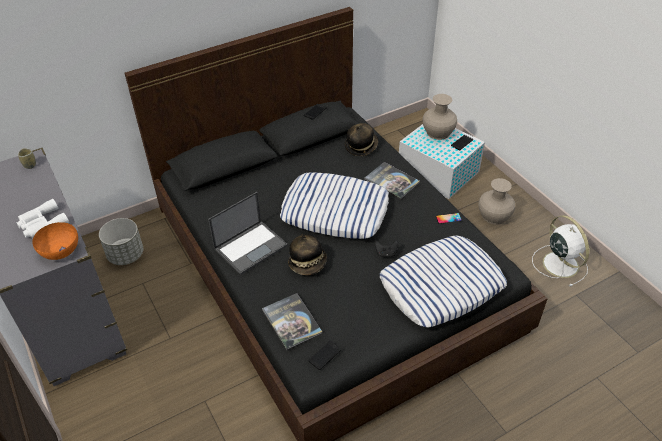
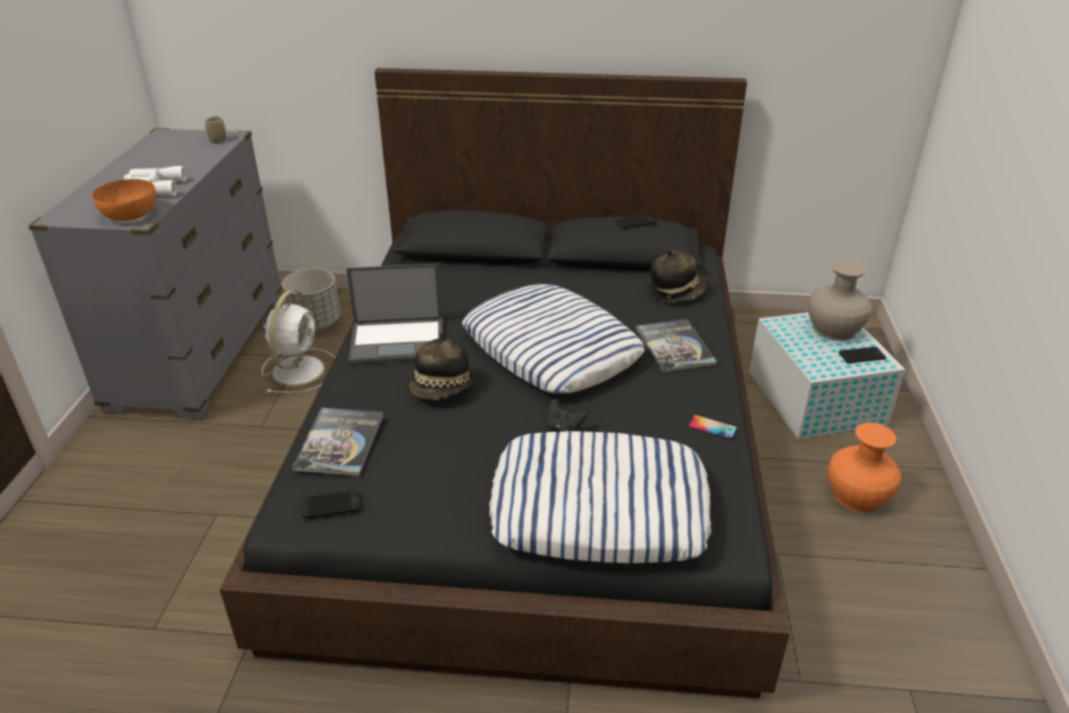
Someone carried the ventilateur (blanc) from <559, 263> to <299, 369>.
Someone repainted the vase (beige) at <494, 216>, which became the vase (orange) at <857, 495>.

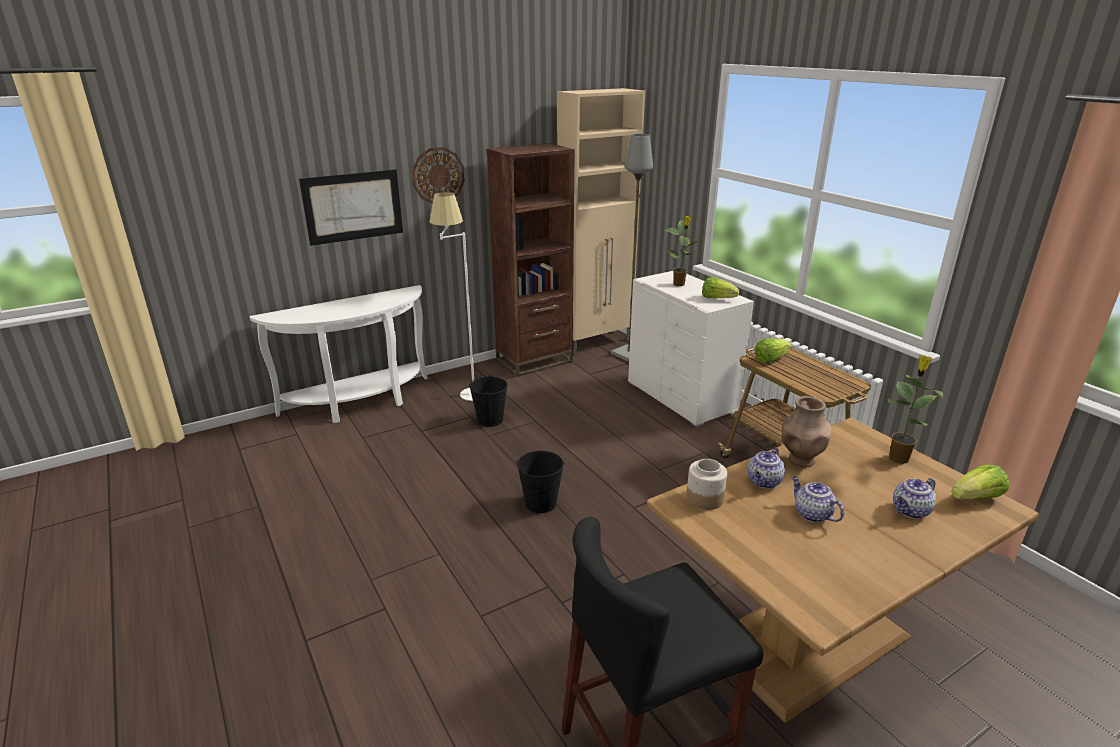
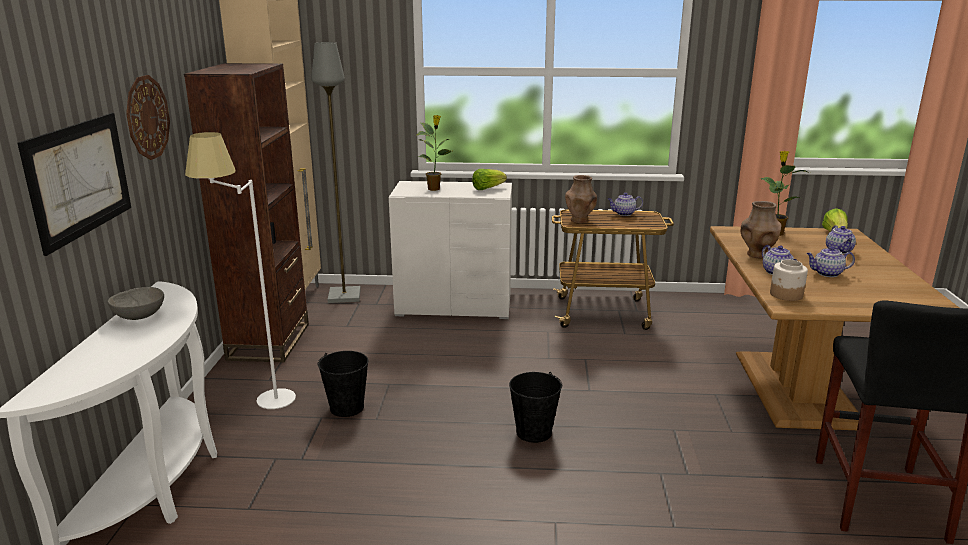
Someone put down the bol (gris) at <139, 317>.
Someone put down the théière at <623, 214>.
Someone swapped the laitue at <770, 359> for the vase (marron) at <579, 220>.

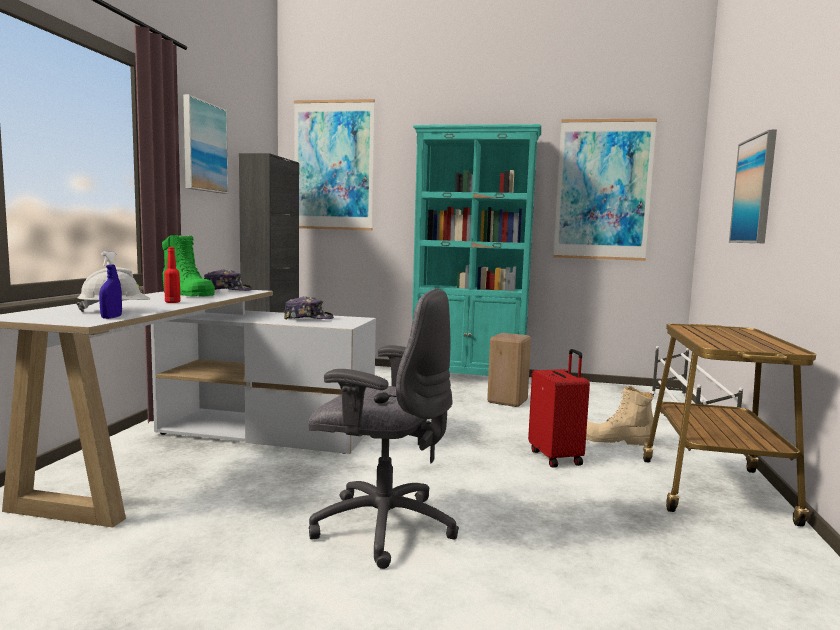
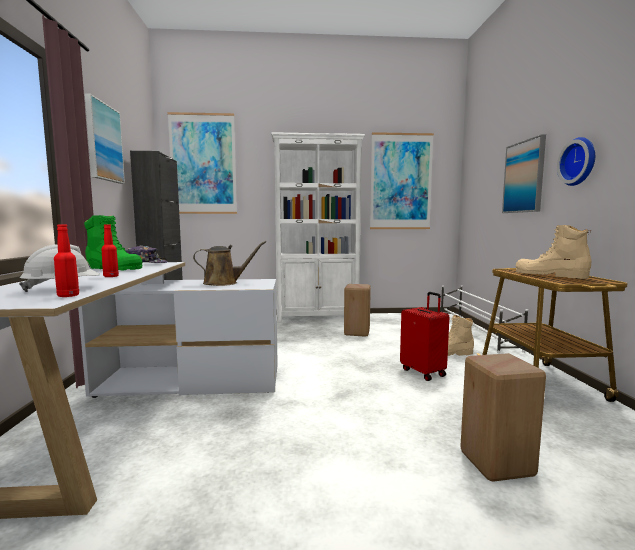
Someone took away the chaise de bureau (gris) at <382, 526>.
Someone put down the tabouret (beige) at <499, 464>.
Someone put down the botte (beige) at <550, 275>.
Someone put up the horloge murale at <579, 161>.
Someone swapped the vaporisateur (bleu) at <111, 317> for the bouteille (rouge) at <68, 296>.
Someone swapped the casquette at <308, 318> for the arrosoir (marron) at <224, 283>.
Someone repainted the bibliothèque (turquoise) at <469, 378>, which became the bibliothèque (blanc) at <318, 318>.

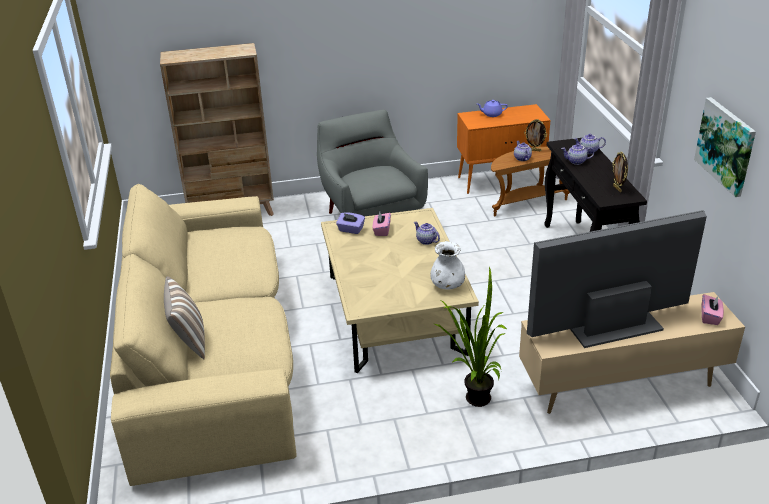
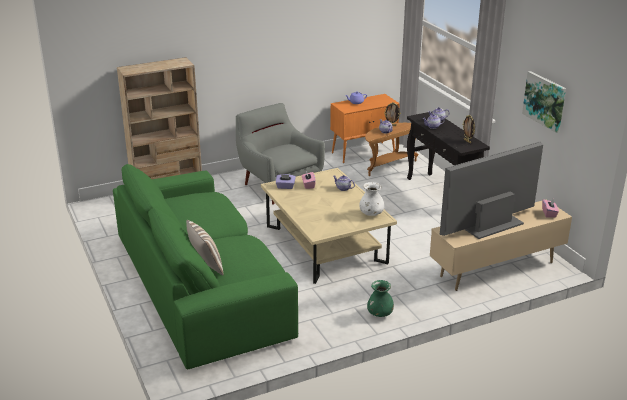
Someone took away the plante en pot at <472, 399>.
Someone put down the vase (vert) at <380, 313>.
Someone repainted the canapé (beige) at <213, 353>, which became the canapé (vert) at <202, 284>.

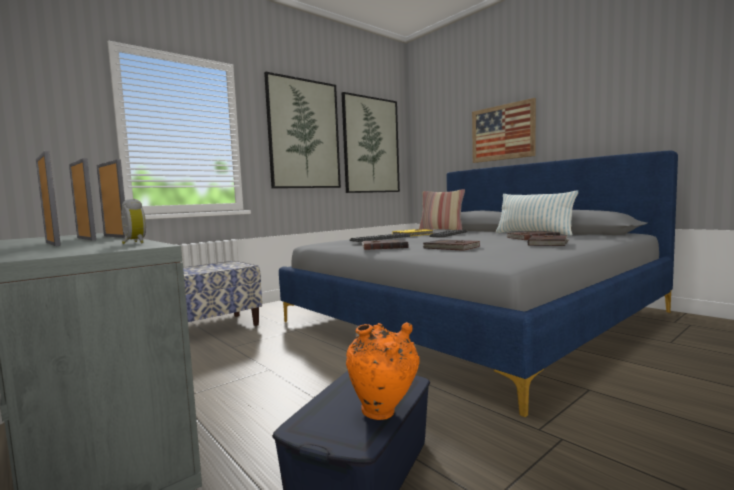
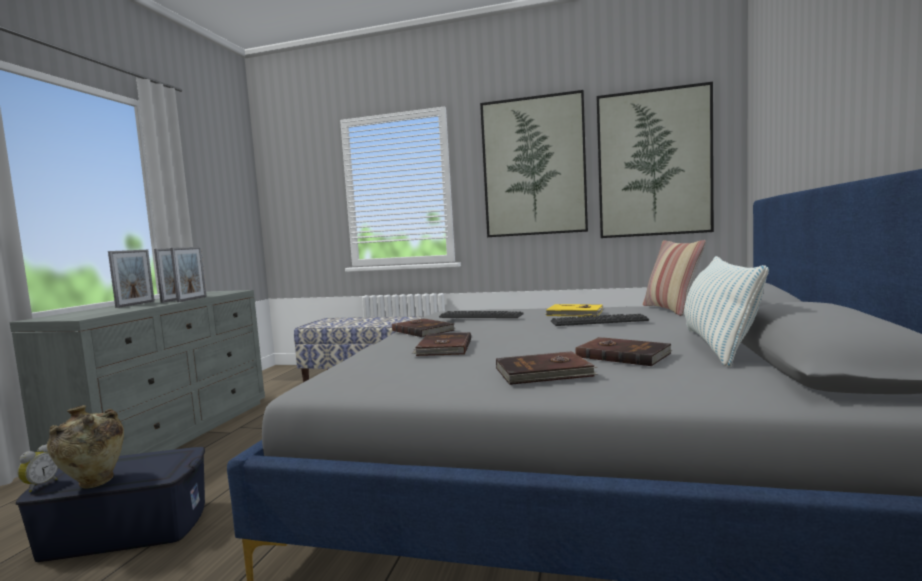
Someone took away the tableau at <502, 132>.
Someone carried the réveil from <133, 243> to <40, 486>.
Someone repainted the vase (orange) at <383, 413>, which became the vase (beige) at <94, 484>.

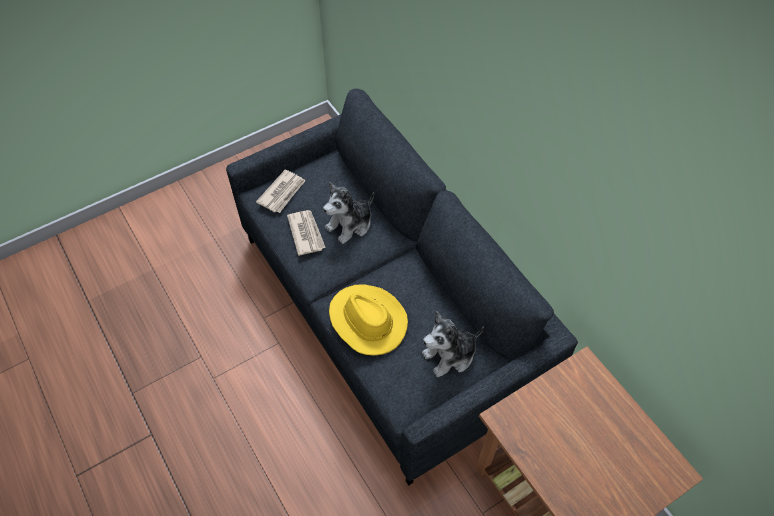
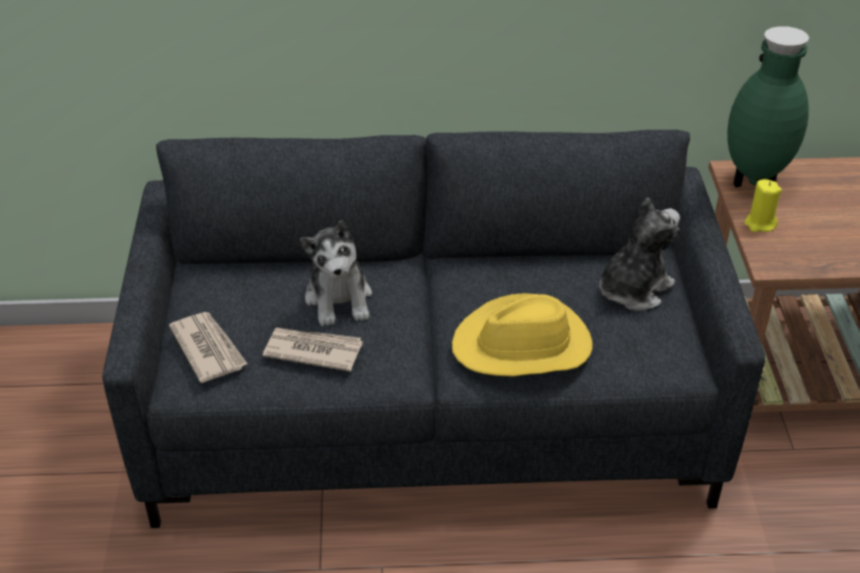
Someone put down the vase (vert) at <754, 185>.
Someone put down the bougie (jaune) at <760, 223>.
Someone rotated the peluche at <450, 355> by 135 degrees counterclockwise.

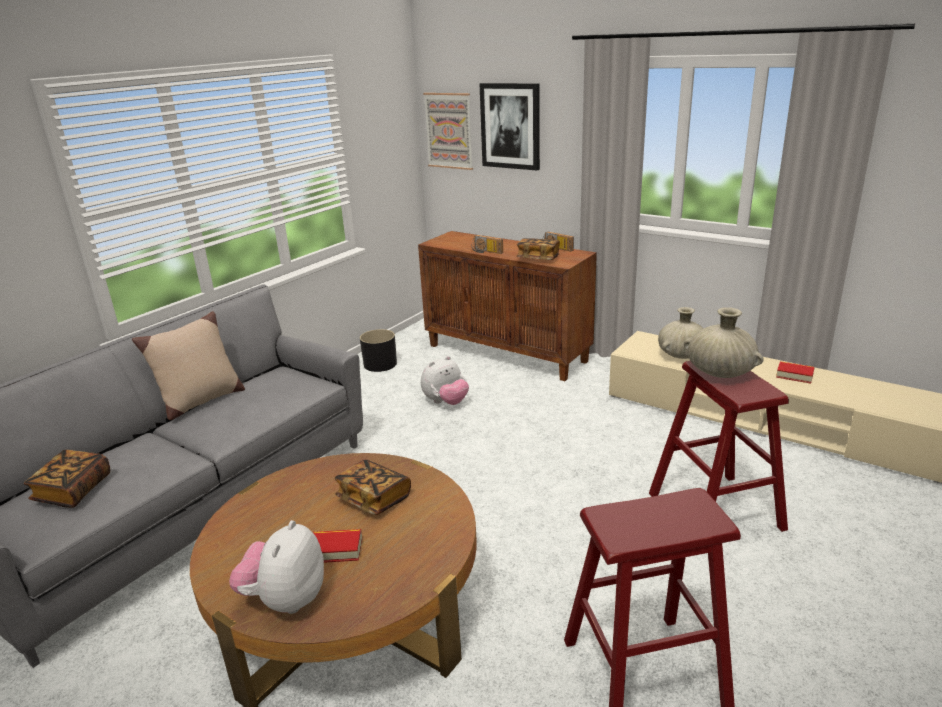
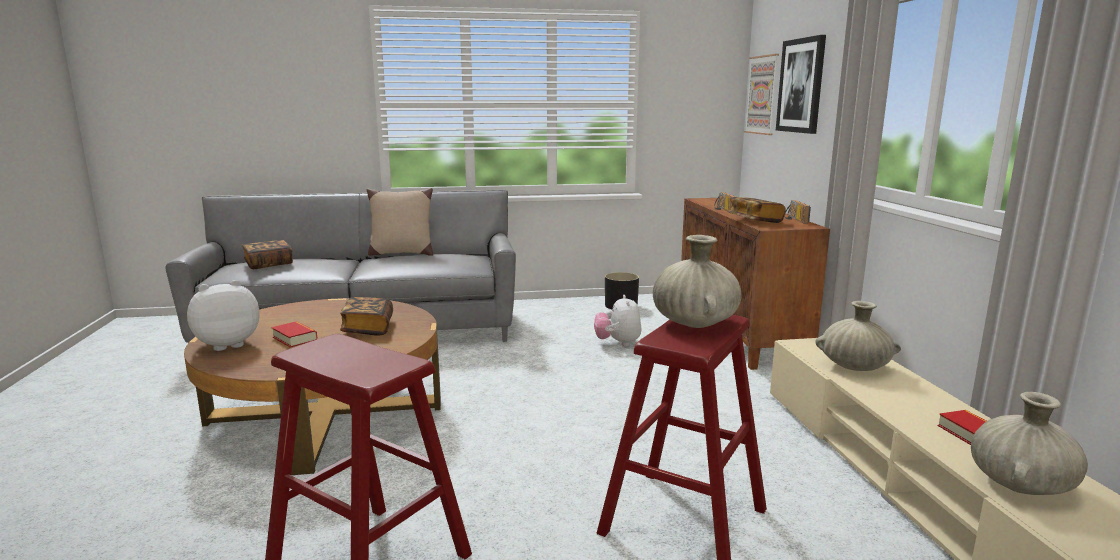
Someone put down the vase (beige) at <1020, 484>.
Someone rotated the peluche at <446, 402> by 75 degrees clockwise.

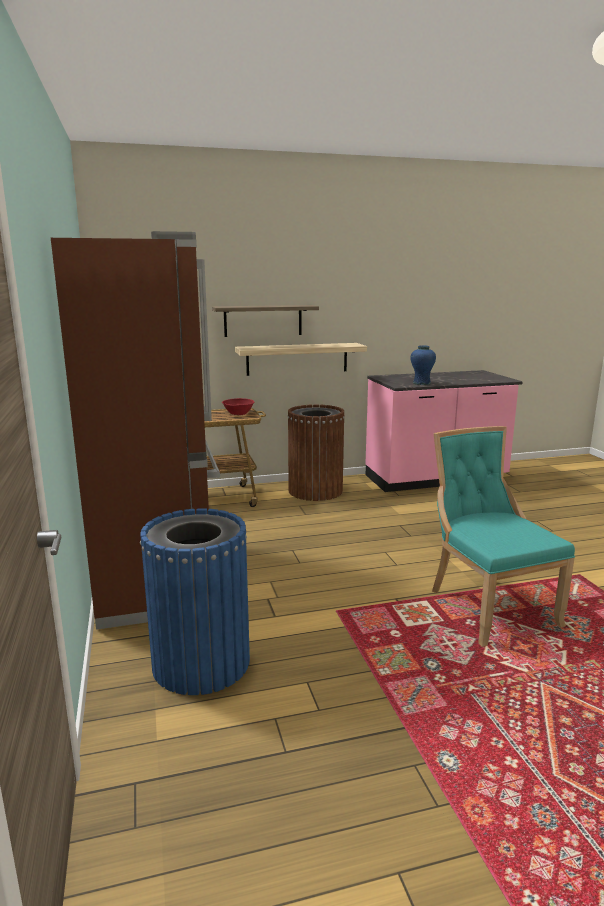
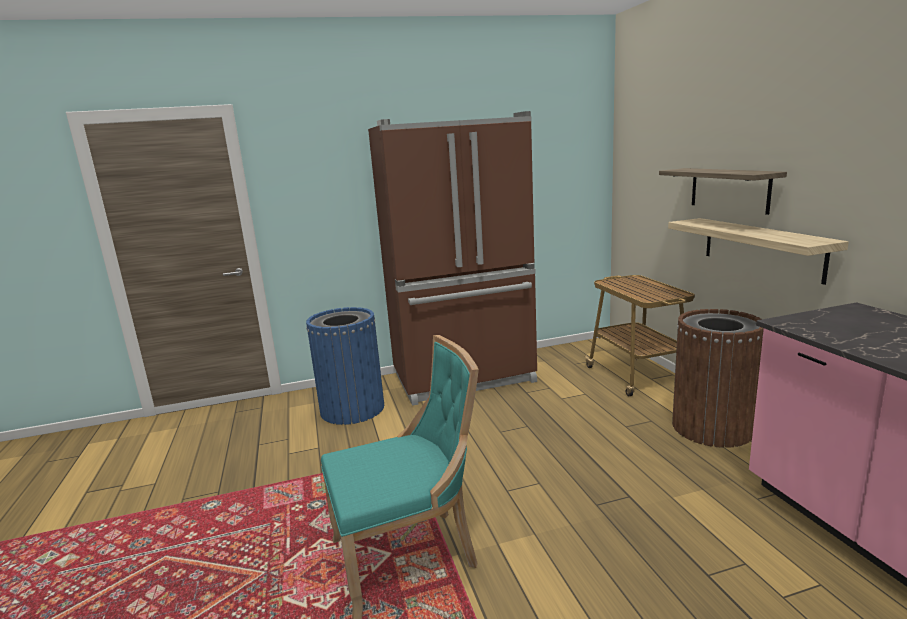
Someone took away the bol (rouge) at <238, 413>.
Someone took away the vase (bleu) at <421, 383>.

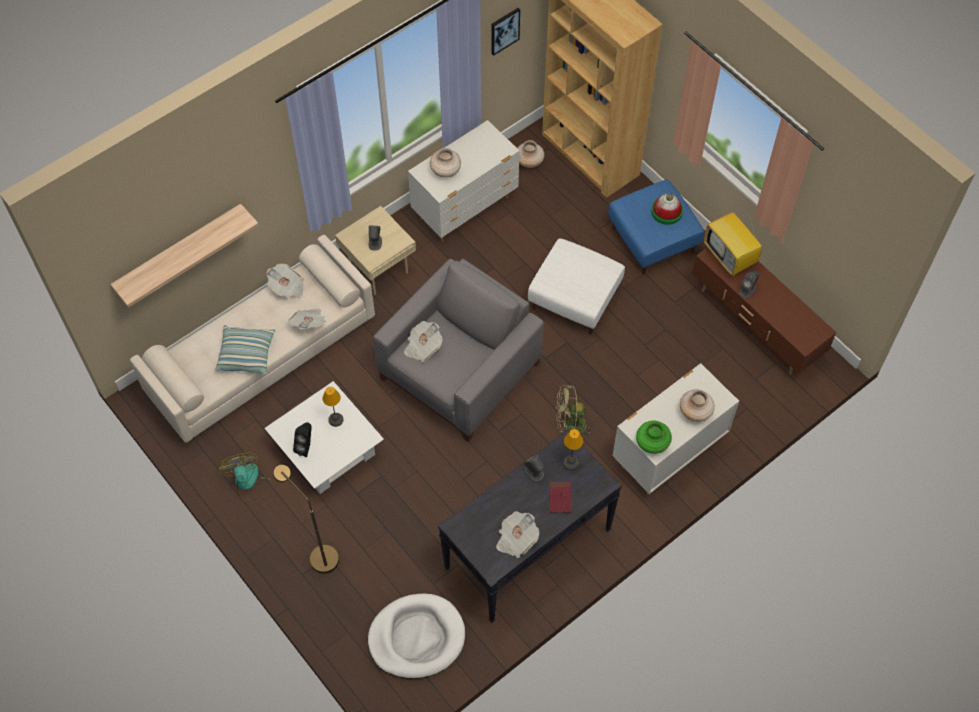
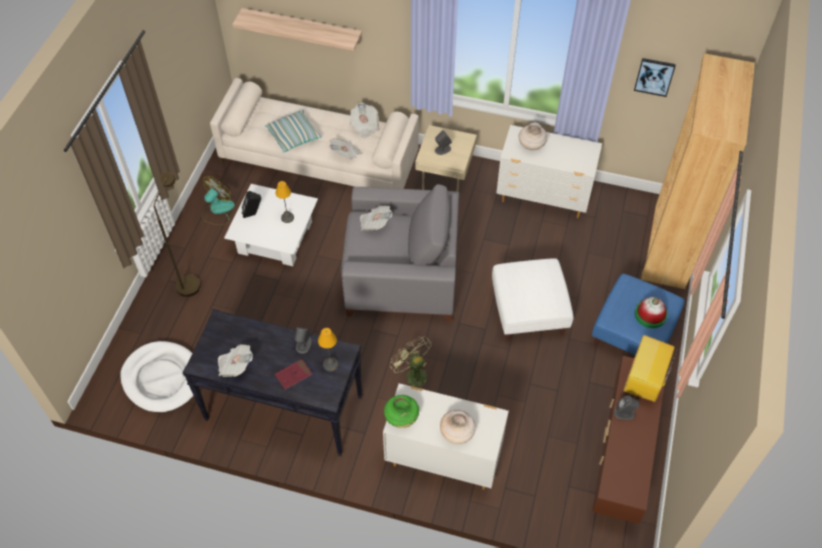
Someone took away the vase (beige) at <529, 162>.

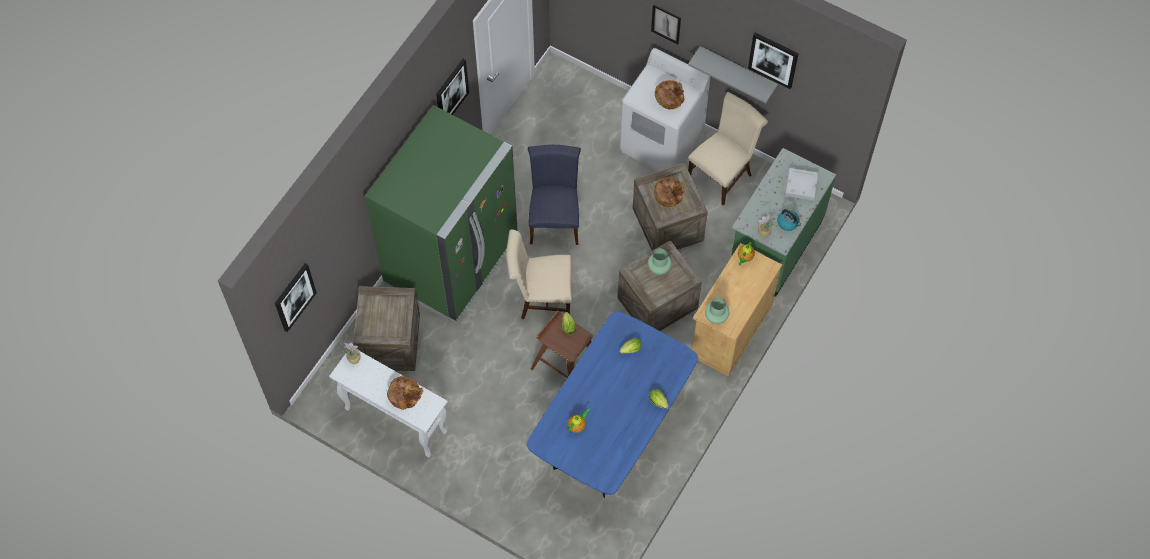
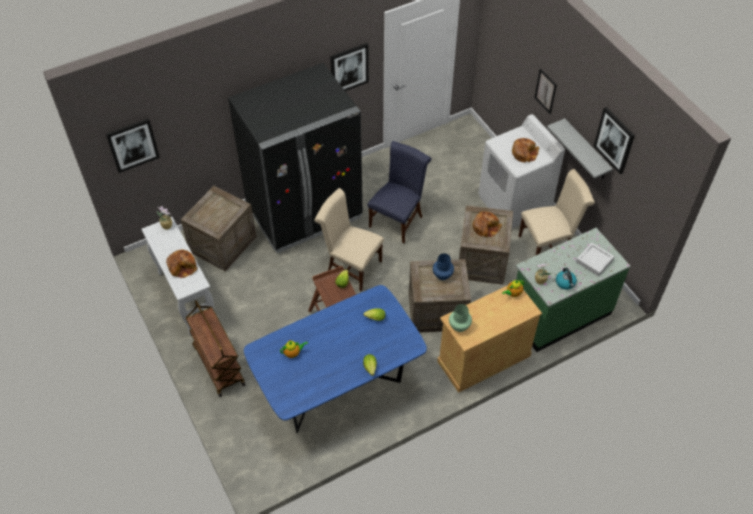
Someone put down the chariot (marron) at <218, 365>.
Someone repainted the réfrigérateur (vert) at <452, 261>, which became the réfrigérateur (noir) at <304, 213>.
Someone repainted the vase (vert) at <658, 268>, which became the vase (bleu) at <442, 275>.

